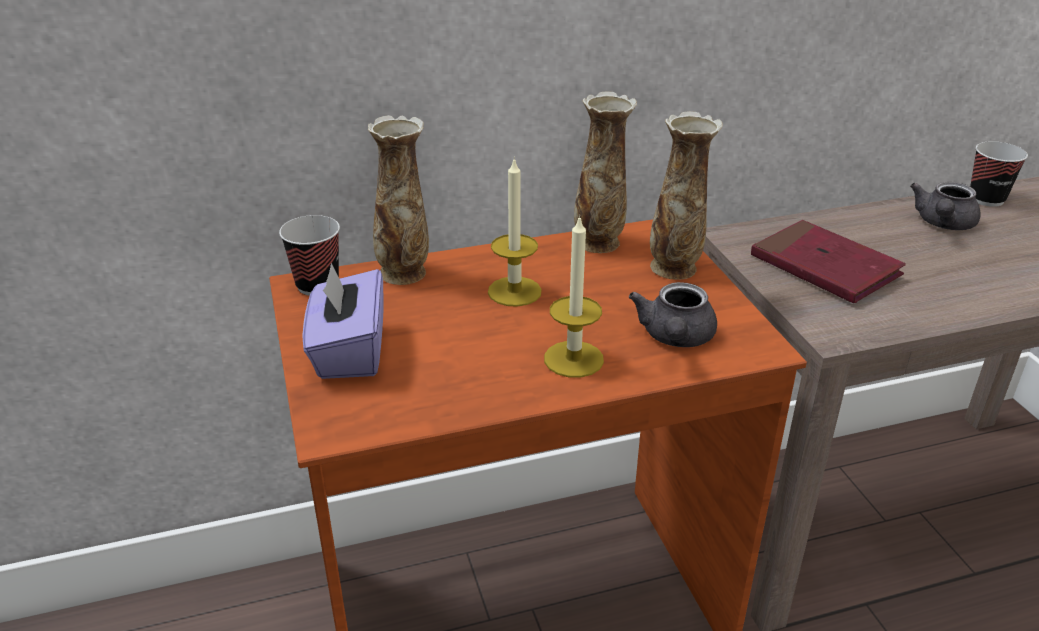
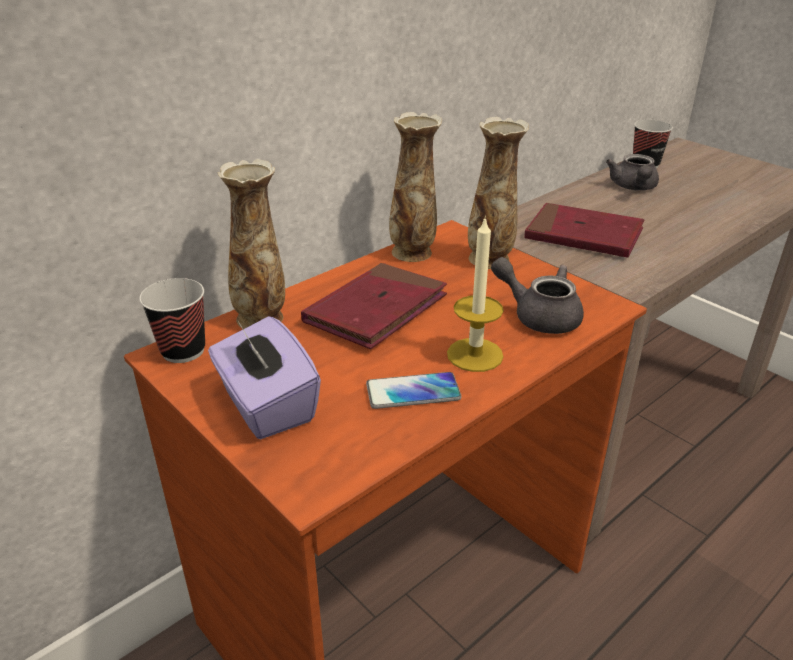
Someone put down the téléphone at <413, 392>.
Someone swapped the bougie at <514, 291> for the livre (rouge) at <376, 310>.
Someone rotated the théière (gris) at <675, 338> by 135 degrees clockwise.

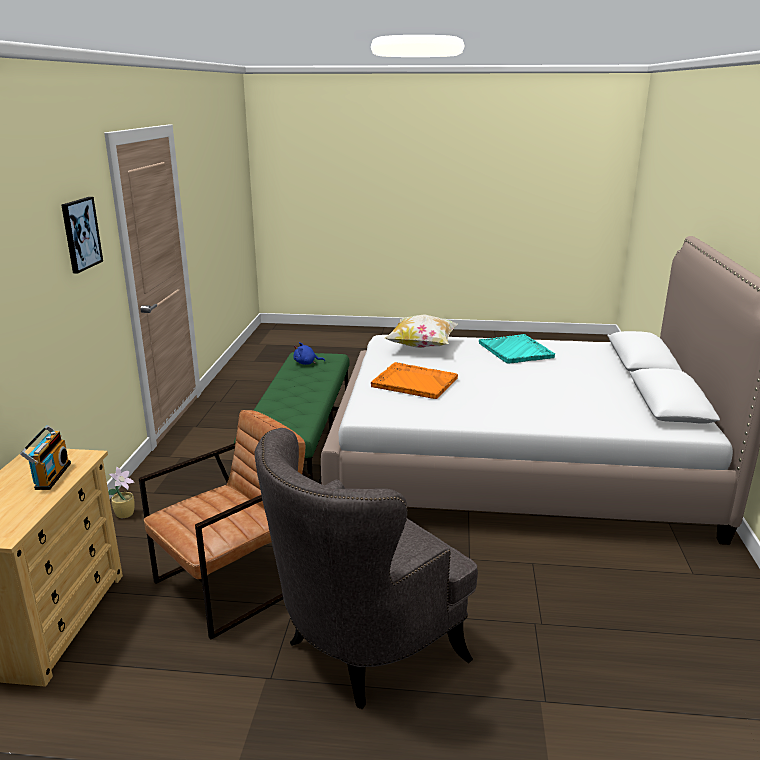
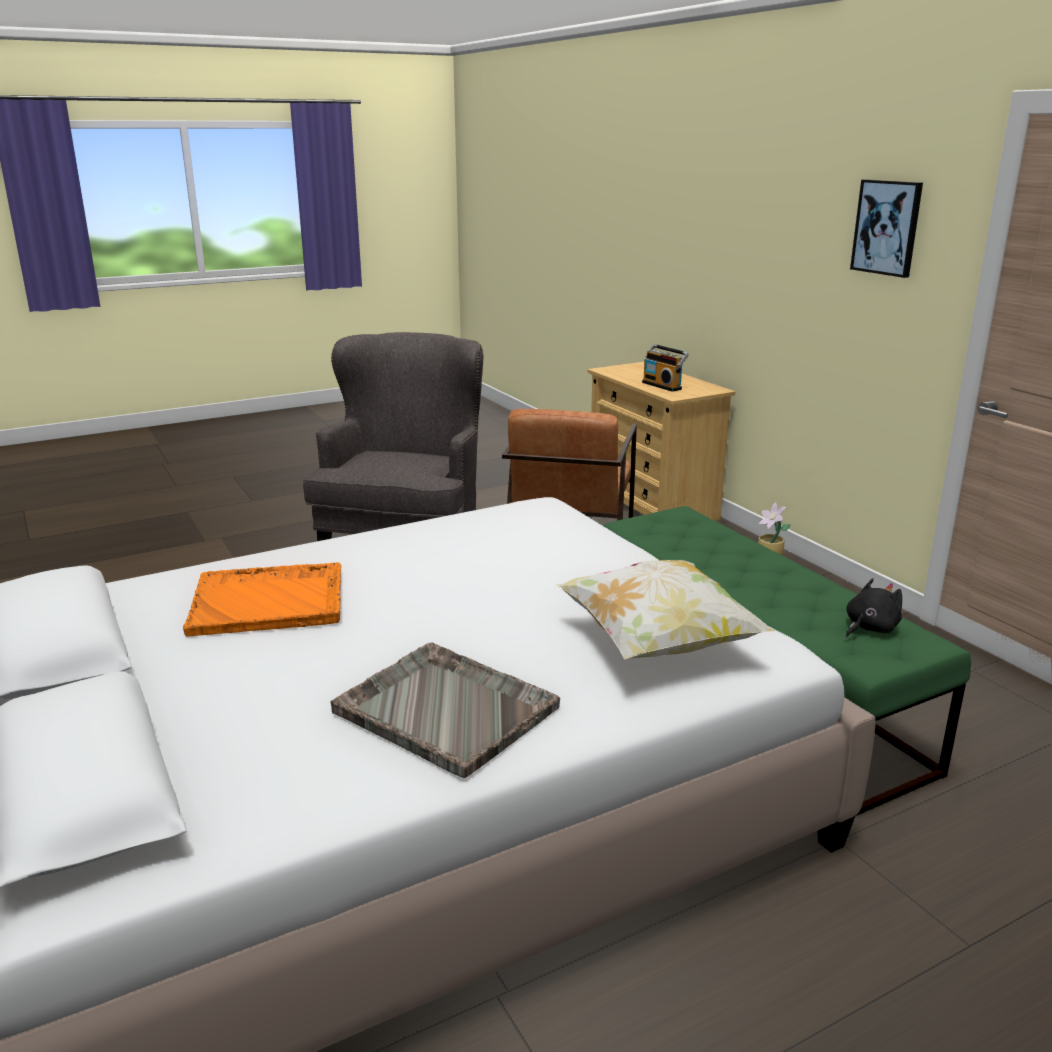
Someone carried the plateau (orange) from <413, 382> to <270, 602>.
Someone repainted the peluche (bleu) at <306, 363>, which became the peluche (noir) at <869, 628>.
Someone repainted the plateau (turquoise) at <515, 350>, which became the plateau (gris) at <444, 709>.

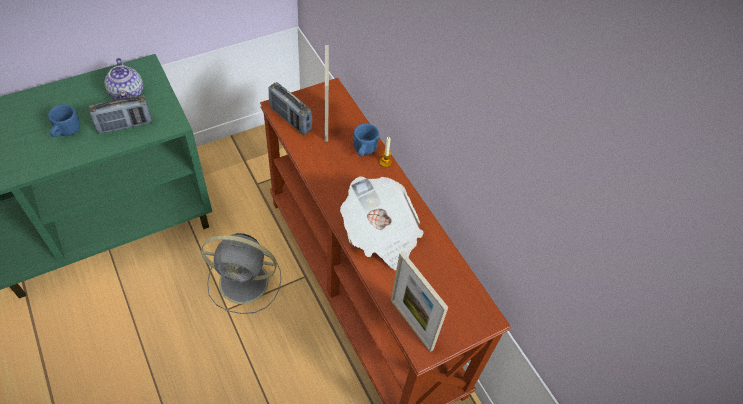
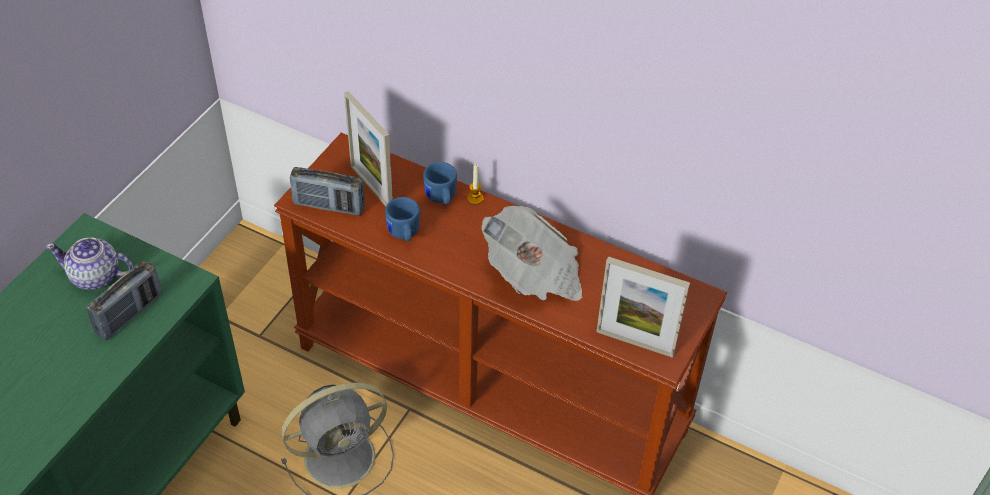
Someone carried the mug (bleu) from <66, 132> to <403, 234>.
Someone rotated the théière at <127, 93> by 150 degrees clockwise.

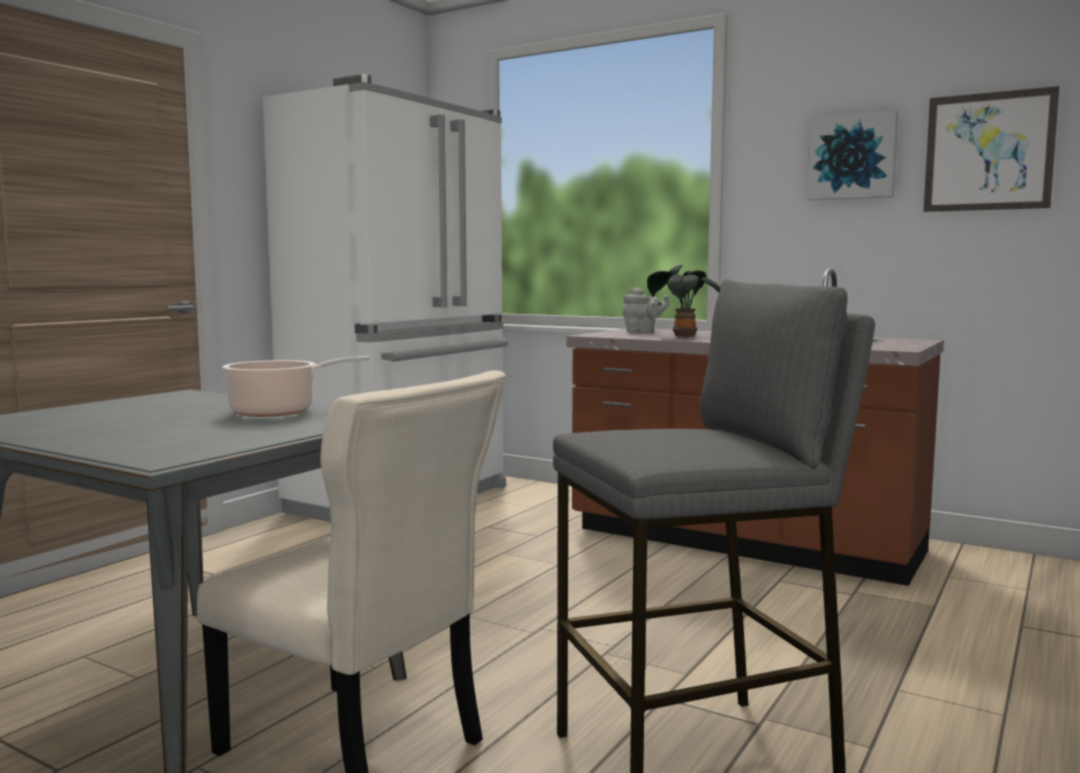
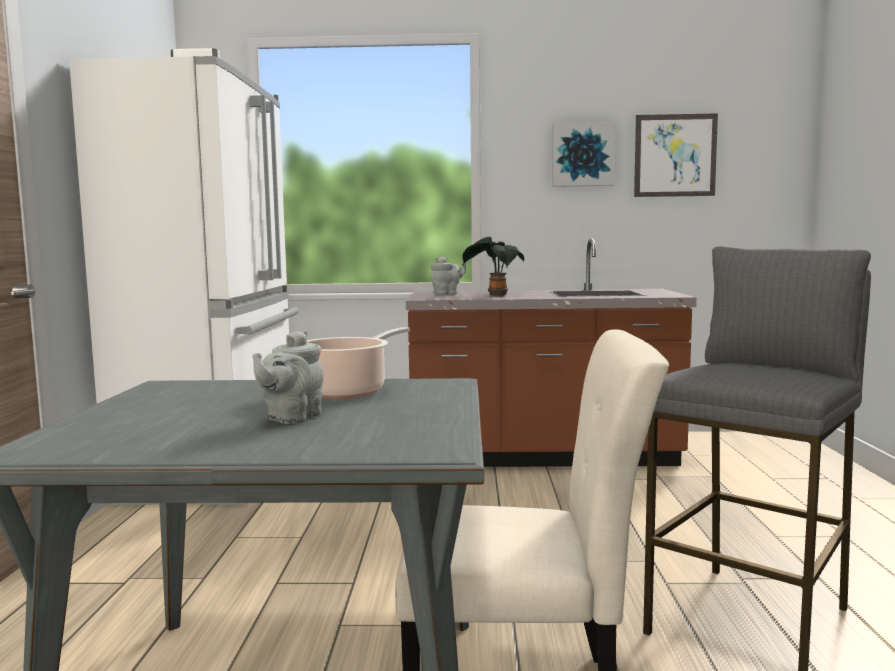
Someone put down the théière (gris) at <291, 418>.

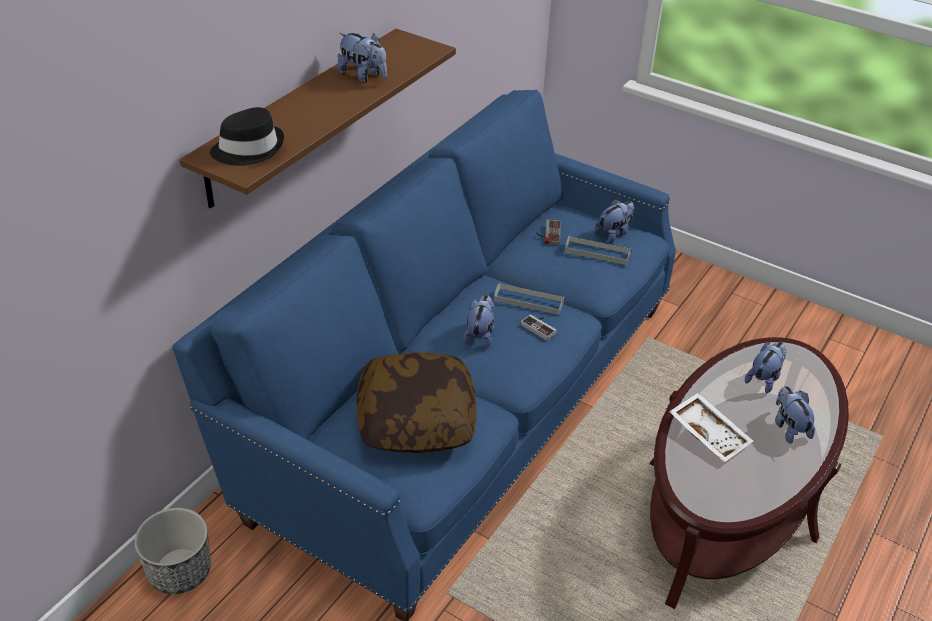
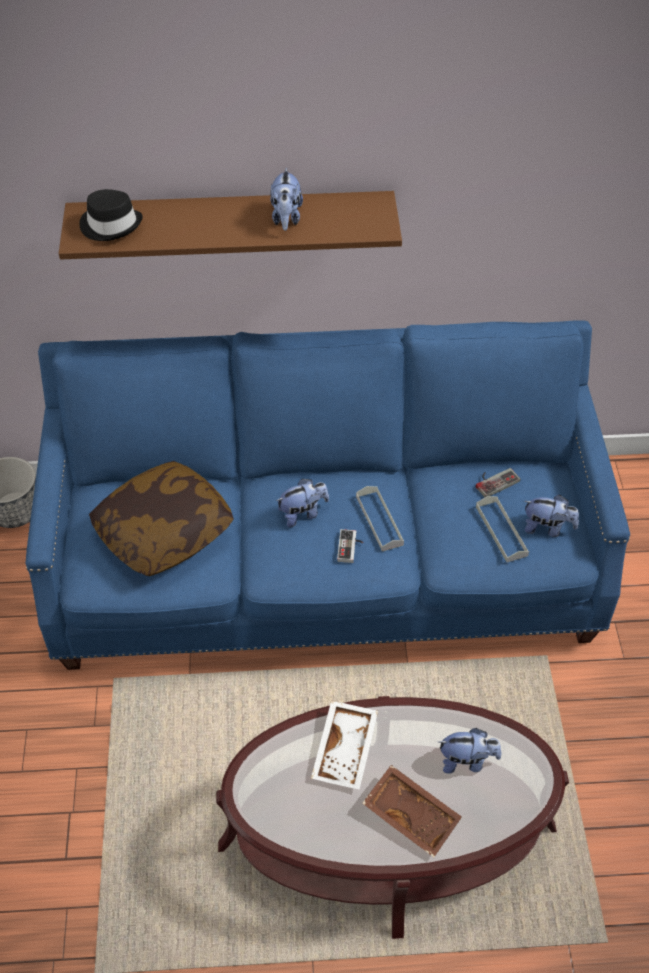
Someone swapped the peluche at <789, 428> for the plateau (marron) at <412, 814>.

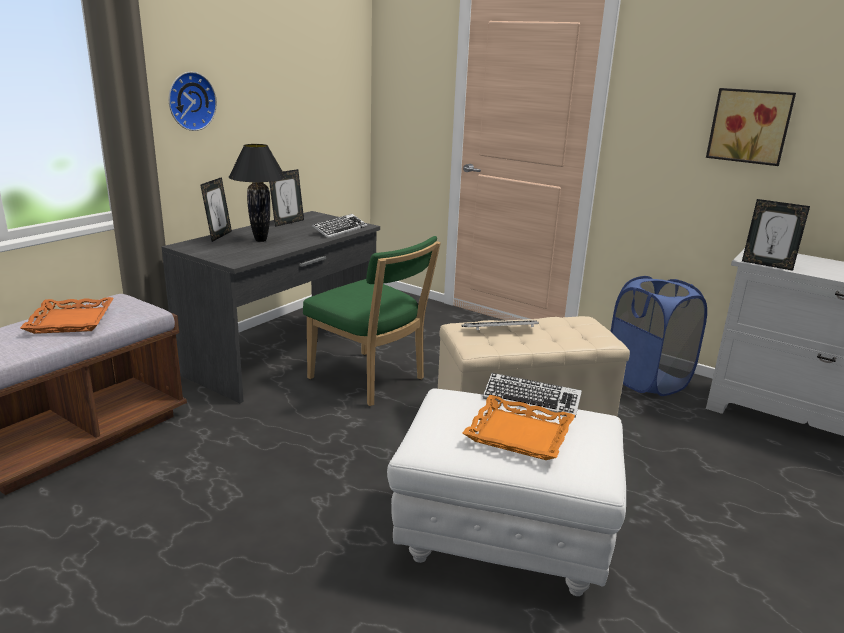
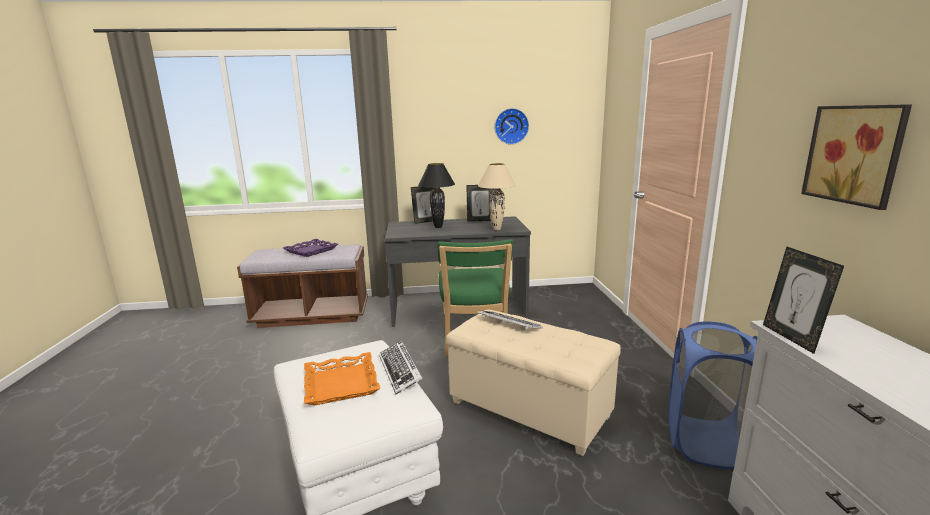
Someone carried the horloge murale from <190, 101> to <511, 126>.
Someone swapped the clavier at <340, 230> for the lampe de table (beige) at <497, 229>.
Someone repainted the plateau (orange) at <71, 321>, which became the plateau (violet) at <311, 251>.

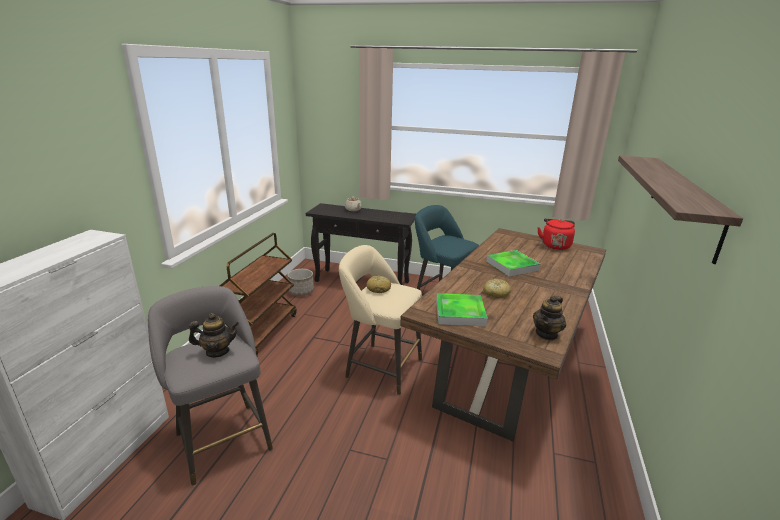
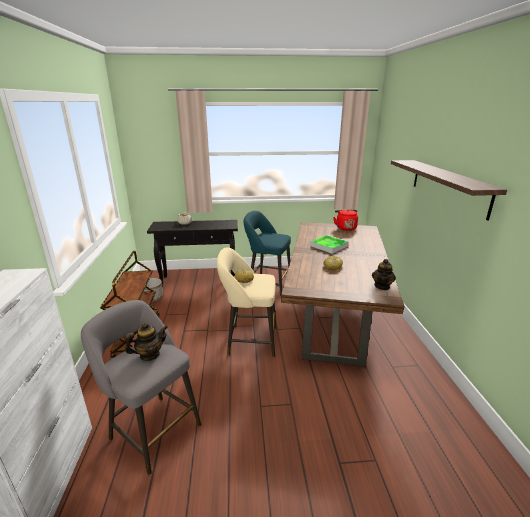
Someone took away the plateau at <460, 313>.

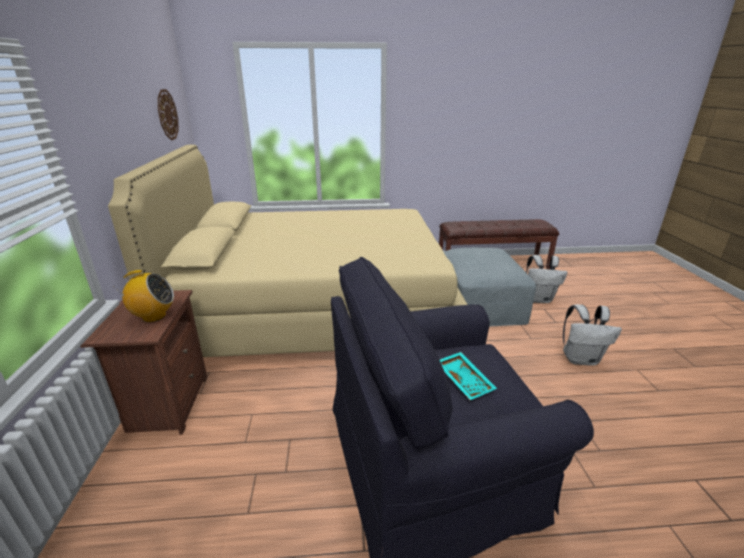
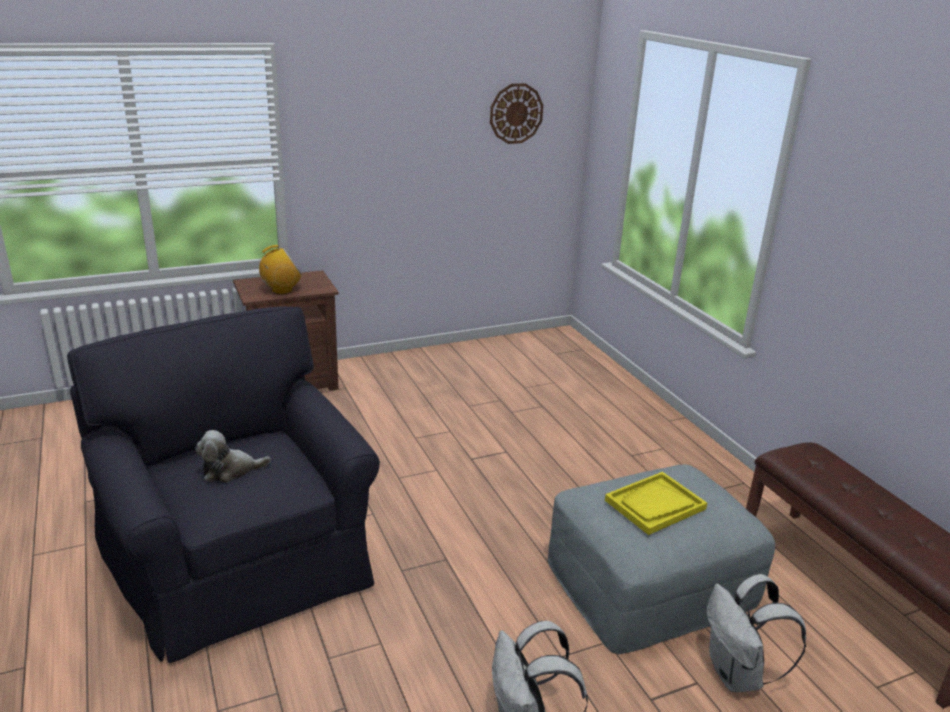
Someone took away the lit (beige) at <317, 309>.
Someone put down the plateau (jaune) at <655, 505>.
Someone swapped the plateau (turquoise) at <465, 380> for the peluche at <230, 470>.
Someone rotated the radio at <153, 316> by 90 degrees counterclockwise.

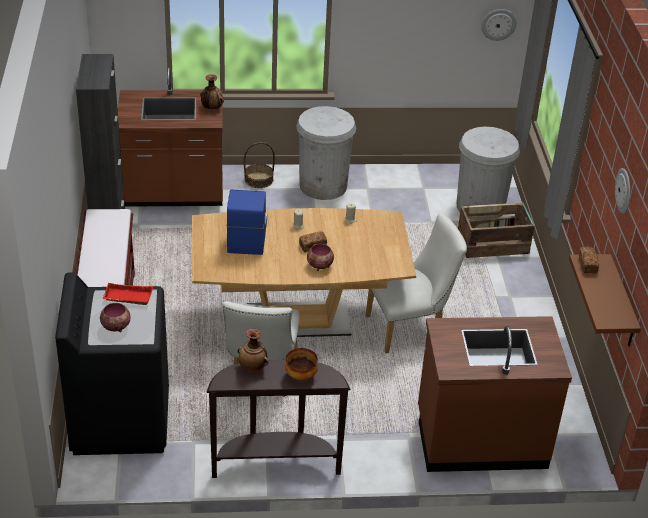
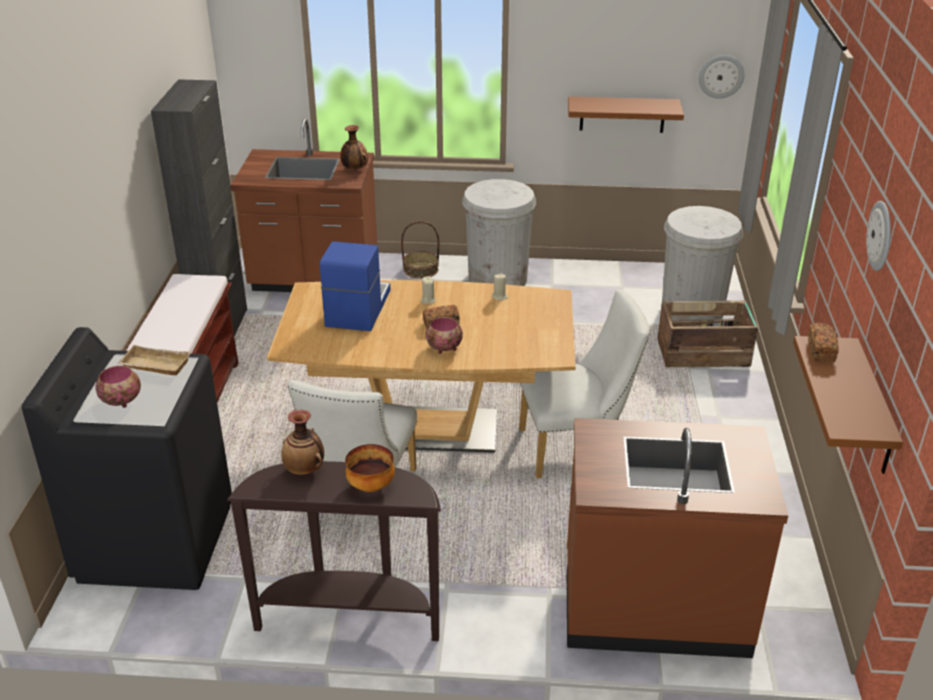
Someone put up the étagère (marron) at <622, 114>.
Someone repainted the plateau (rouge) at <127, 298>, which became the plateau (beige) at <154, 365>.

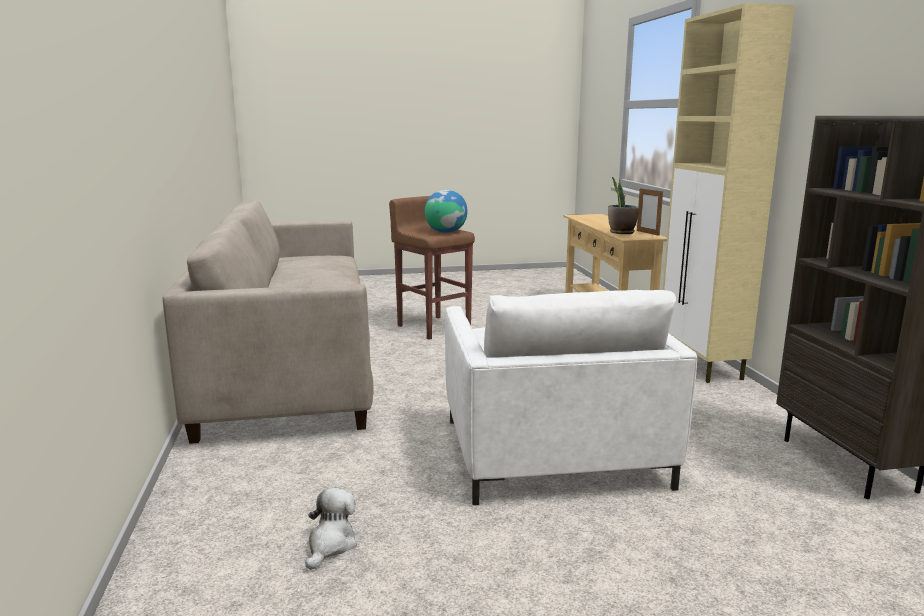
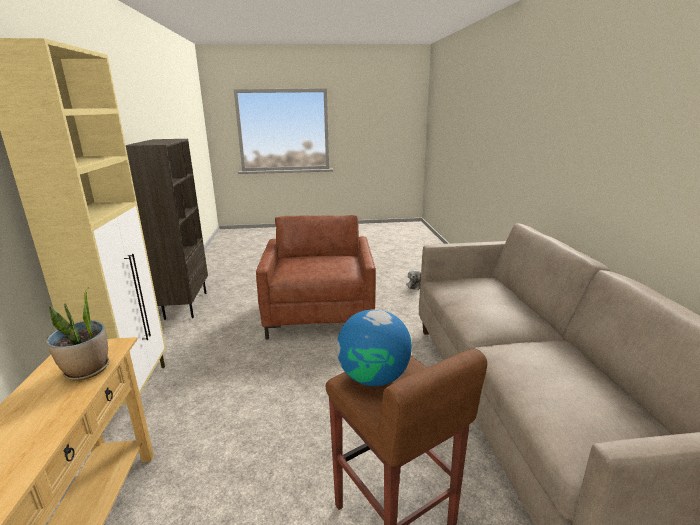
Someone took away the cadre photo at <647, 233>.
Someone repainted the fauteuil (blanc) at <552, 452>, which became the fauteuil (marron) at <320, 315>.

